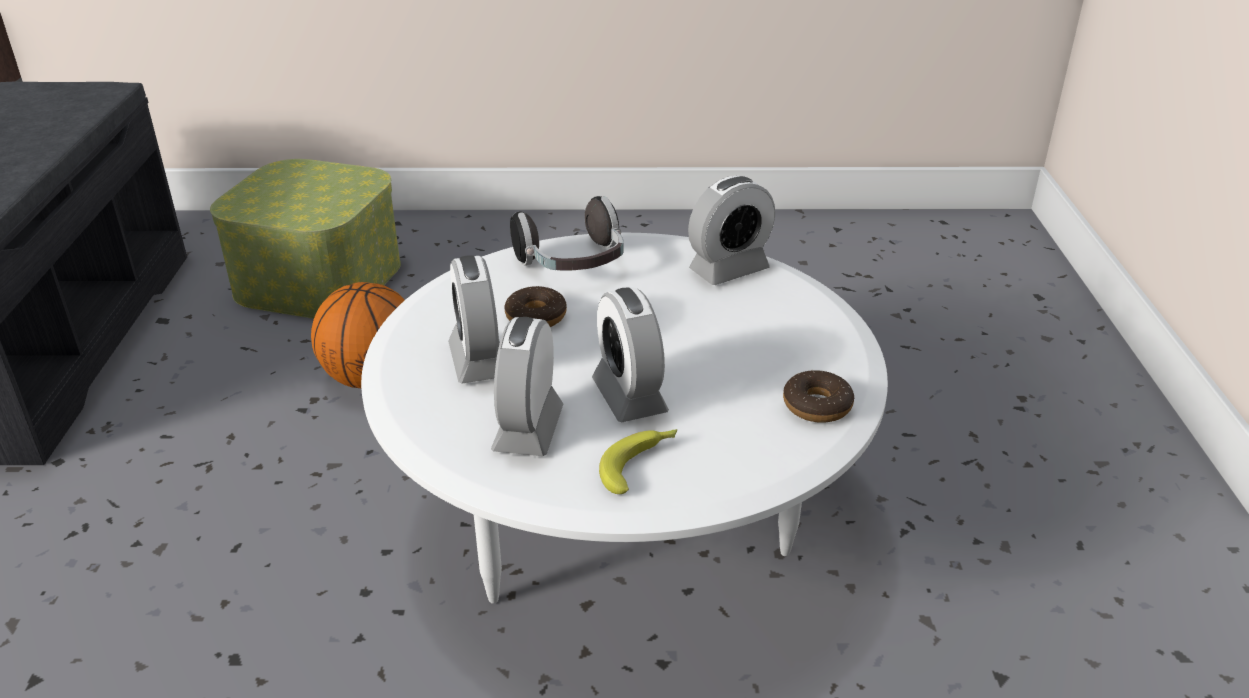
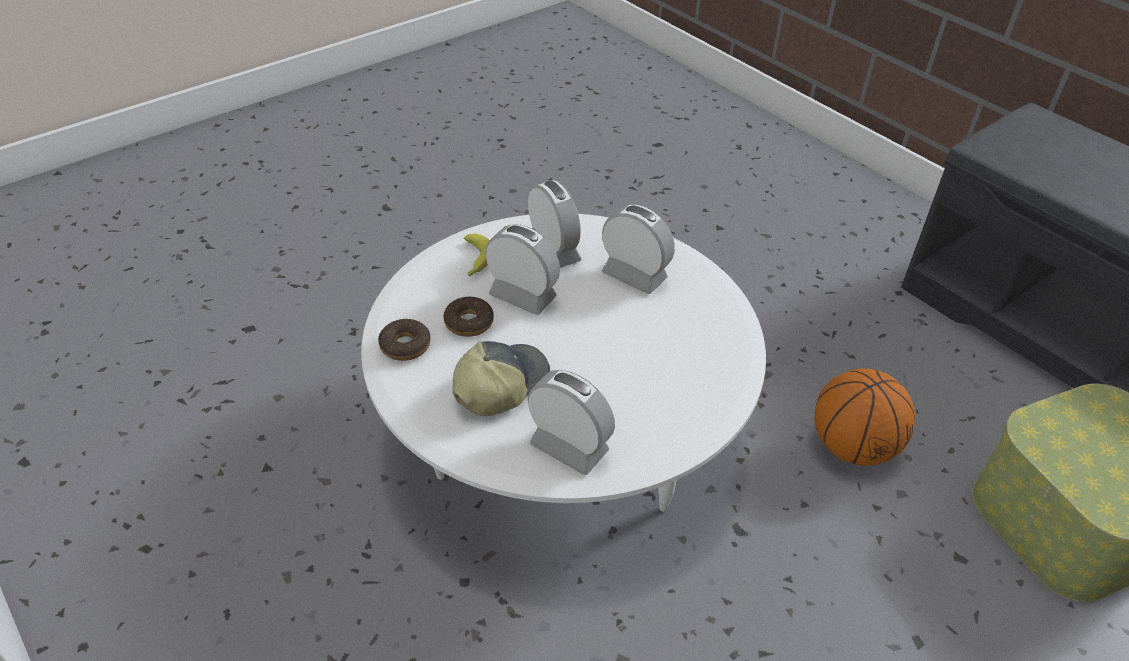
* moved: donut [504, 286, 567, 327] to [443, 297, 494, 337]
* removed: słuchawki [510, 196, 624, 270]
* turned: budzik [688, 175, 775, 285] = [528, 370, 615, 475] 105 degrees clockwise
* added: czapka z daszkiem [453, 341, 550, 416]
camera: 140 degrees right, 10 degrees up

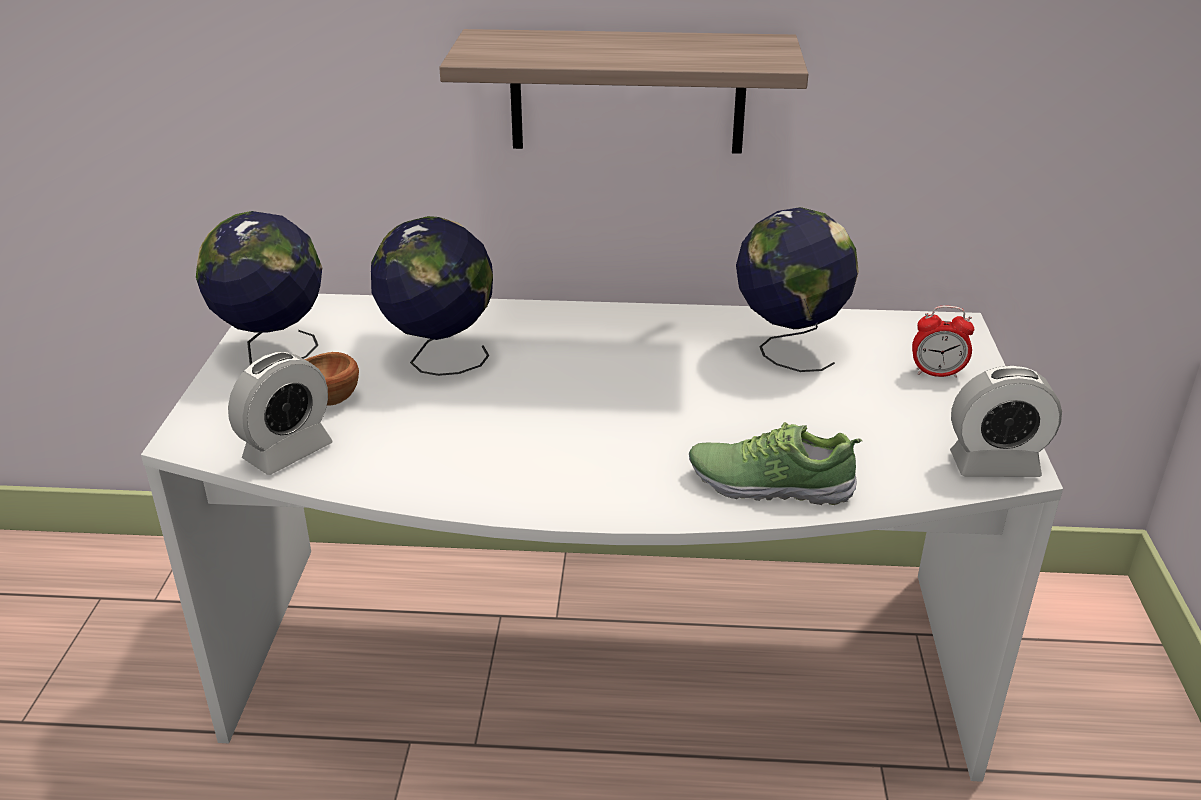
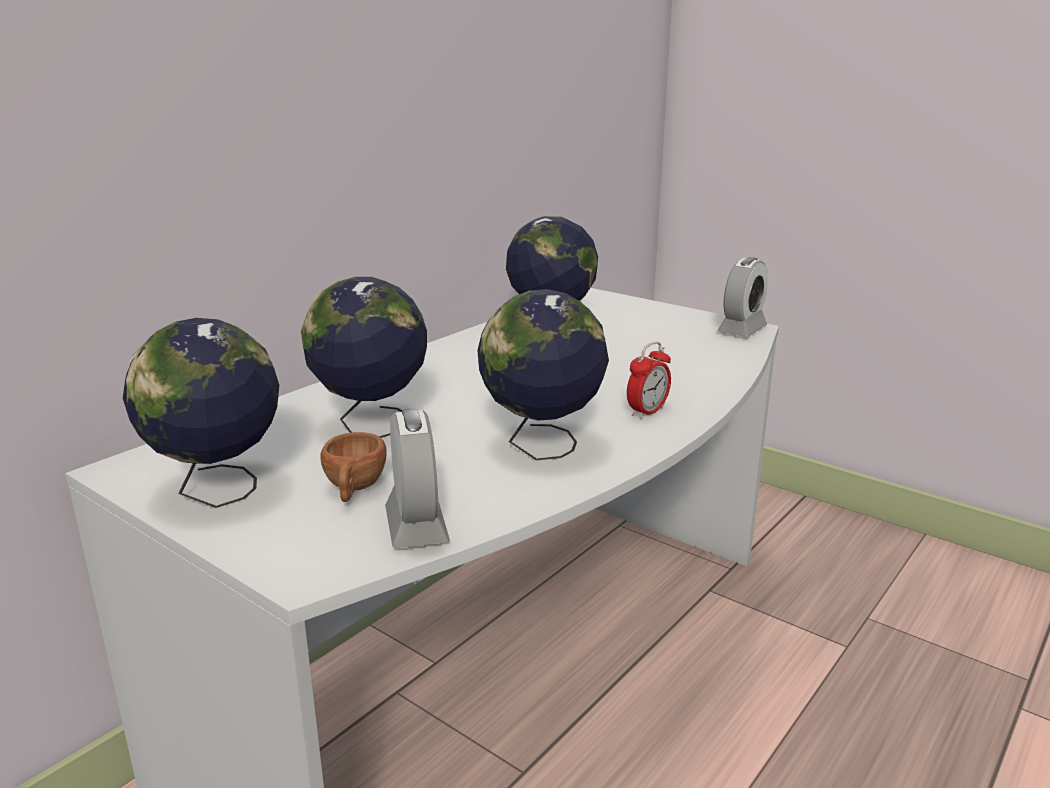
* removed: półka [439, 29, 808, 154]
* removed: but [689, 422, 862, 505]
* moved: budzik [912, 306, 974, 378] to [627, 342, 671, 419]
* added: globus [477, 289, 609, 460]
camera: 55 degrees left, 10 degrees down

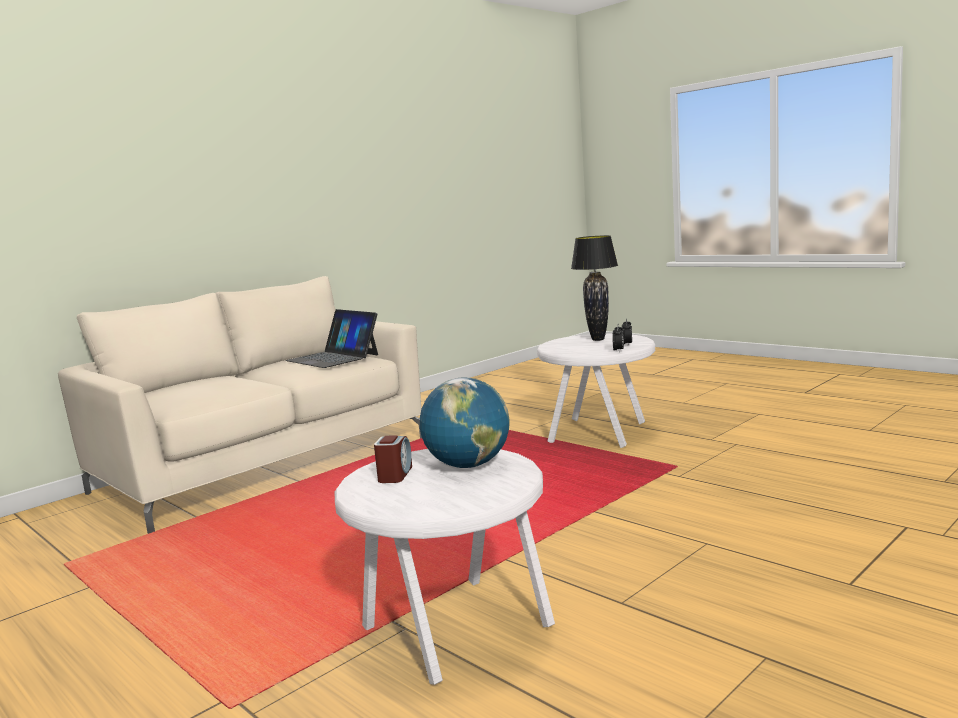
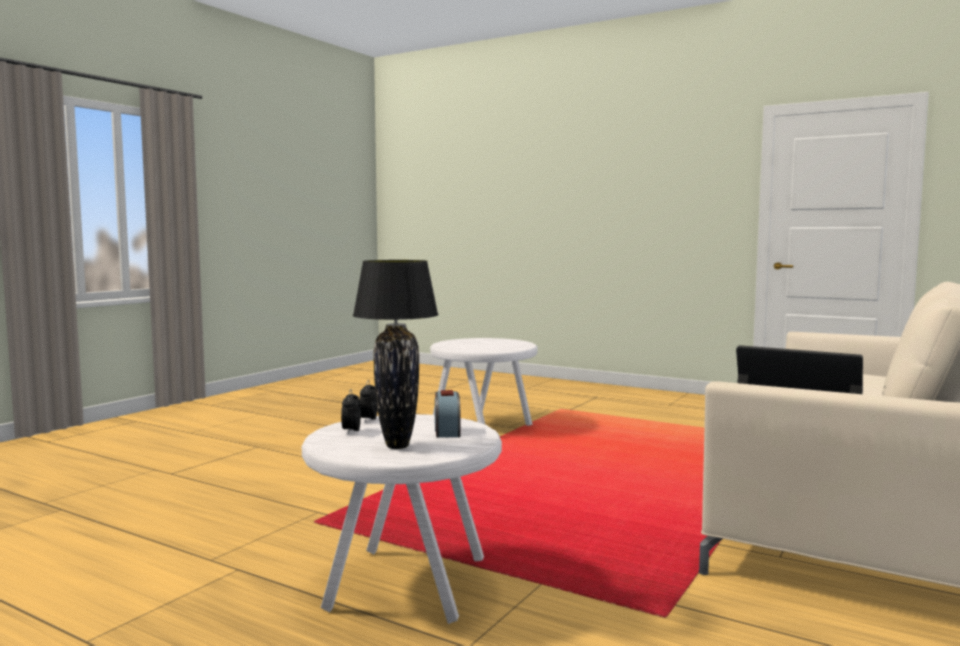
* moved: budzik [374, 435, 412, 483] to [435, 390, 461, 438]
* removed: globus [420, 377, 510, 468]
camera: 165 degrees right, 5 degrees down

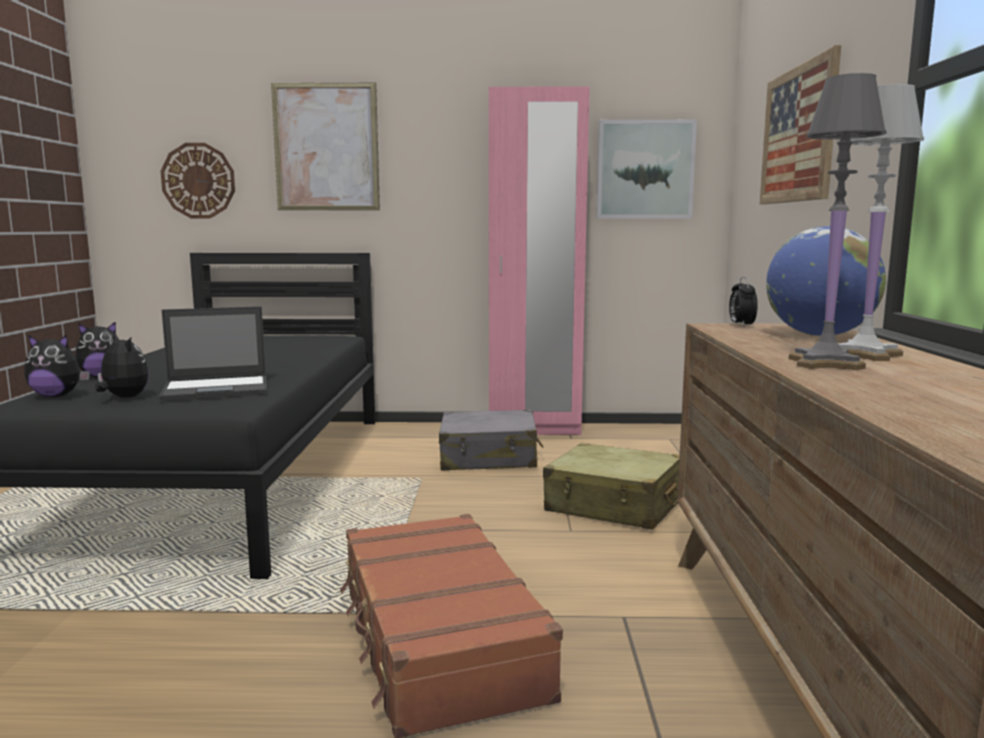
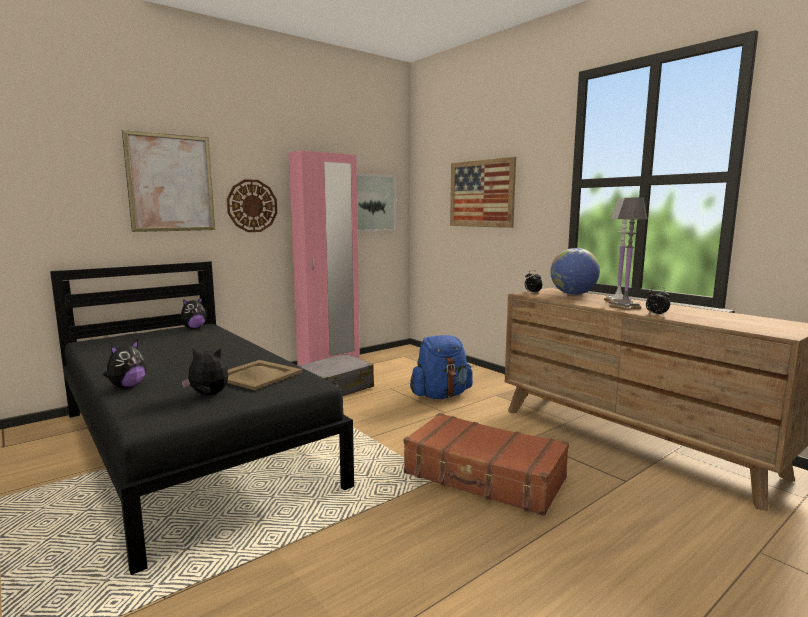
* moved: pluszak [24, 335, 90, 397] to [181, 297, 207, 329]
* replaced: laptop [159, 307, 267, 401] to taca (beżowy) [227, 360, 303, 390]
* moved: zegar ścienny [161, 143, 235, 219] to [227, 179, 277, 232]
* replaced: walizka (beżowy) [543, 443, 680, 530] to plecak (niebieski) [410, 335, 473, 399]
* added: budzik [646, 287, 670, 316]
camera: 40 degrees left, 0 degrees up

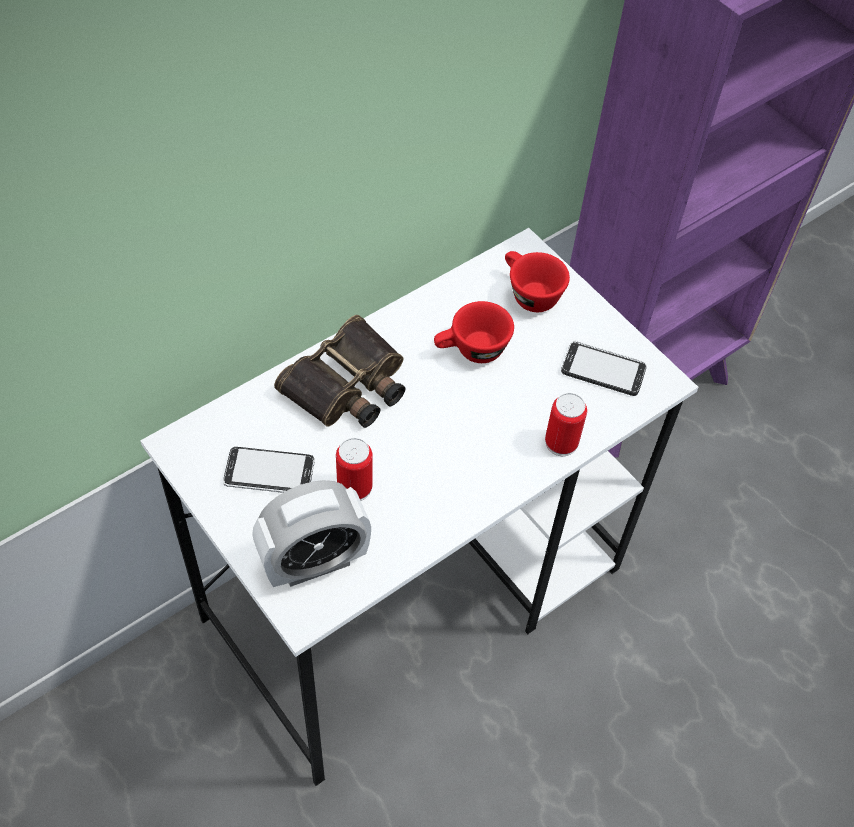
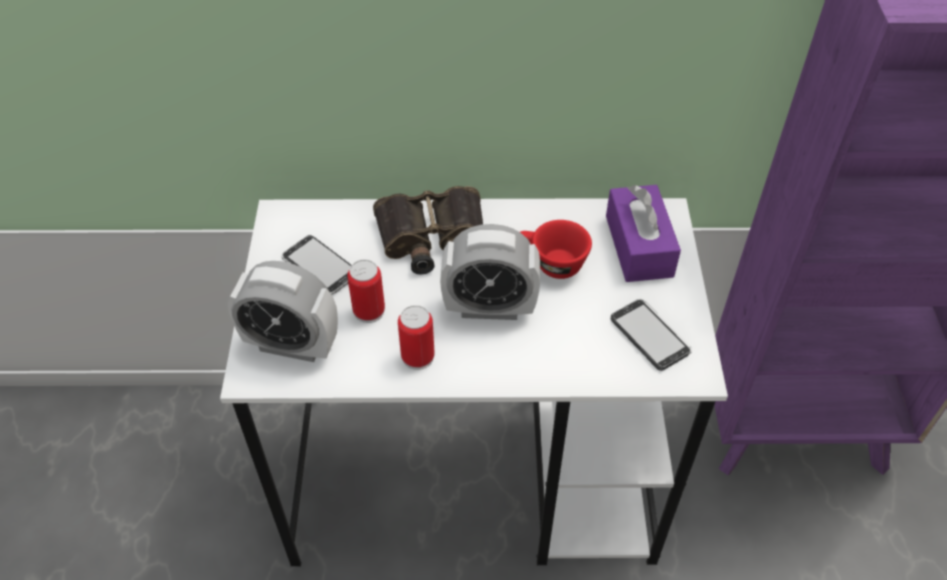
* replaced: filiżanka (czerwony) [505, 251, 570, 312] to pudełko chusteczek (fioletowy) [606, 185, 681, 282]
* moved: puszka [545, 393, 587, 456] to [398, 305, 434, 370]
* added: budzik [440, 224, 540, 320]
camera: 40 degrees right, 5 degrees down

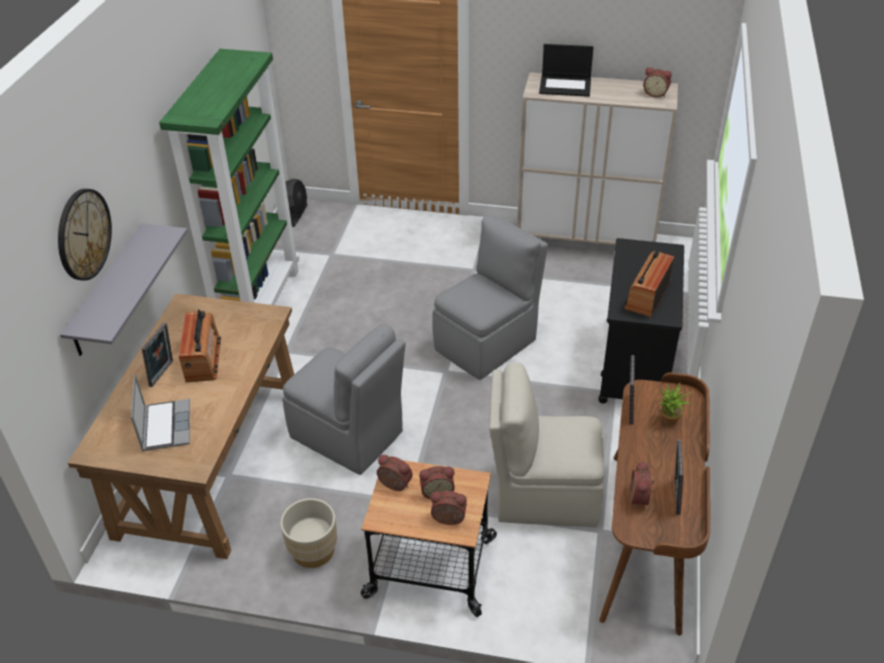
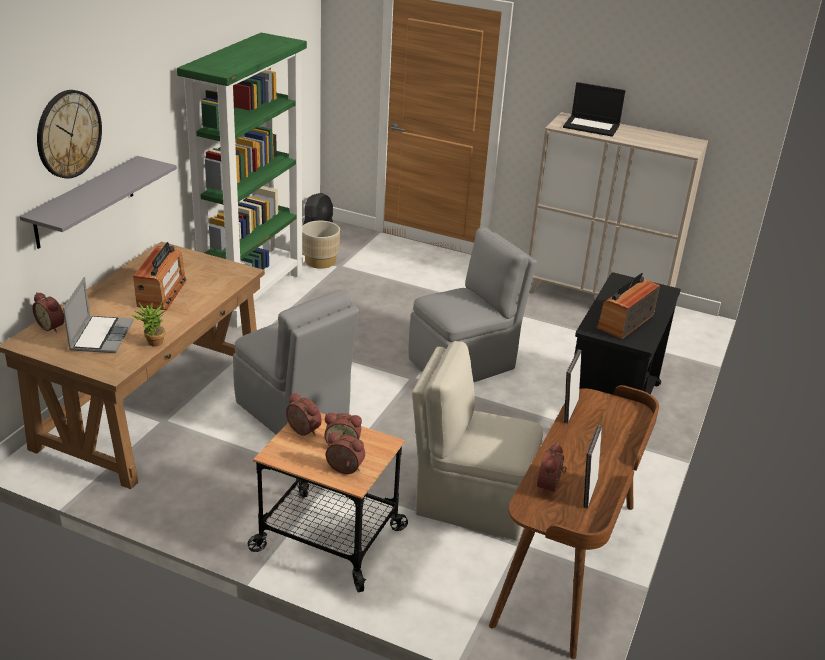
* removed: ramka na zdjęcie [142, 323, 173, 387]
* moved: donica (beżowy) [280, 498, 337, 568] to [302, 221, 340, 269]
* moved: budzik [643, 67, 672, 97] to [32, 292, 65, 333]
* moved: roślina doniczkowa [659, 383, 692, 425] to [132, 302, 166, 347]
camera: 10 degrees right, 10 degrees down

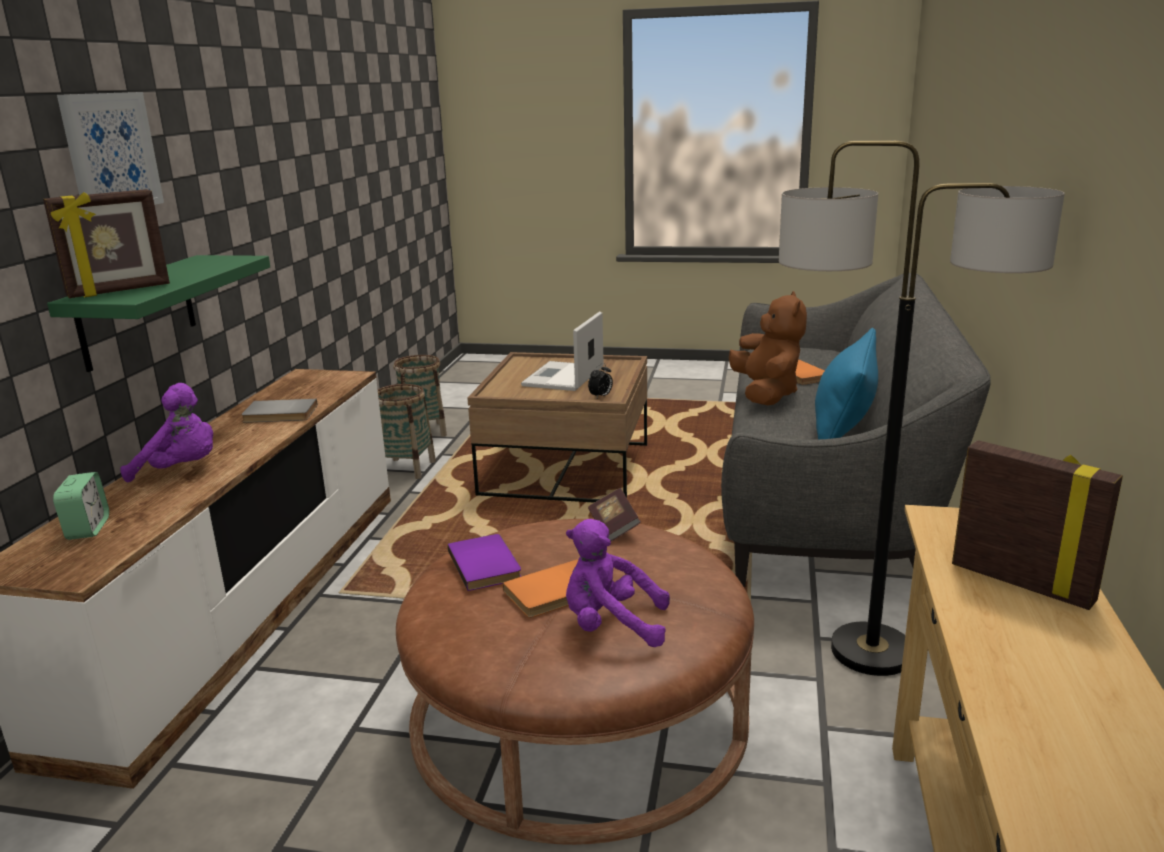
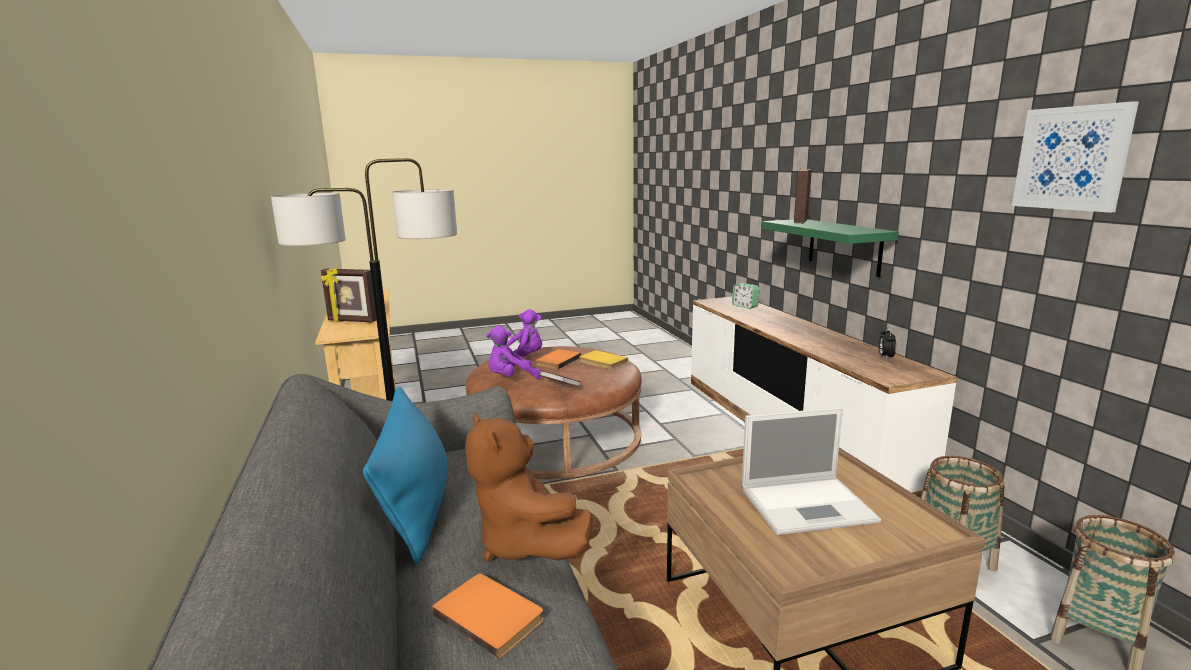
* moved: obraz [57, 92, 164, 205] to [1012, 101, 1139, 213]
* moved: pluszak (fioletowy) [120, 383, 213, 482] to [486, 326, 541, 379]
* removed: książka (szary) [241, 399, 318, 423]
* recoloured: książka (fioletowy) [448, 534, 521, 591] to książka (żółty) [579, 350, 628, 369]
* turned: laptop [521, 312, 604, 391] = [742, 407, 881, 535] 90 degrees clockwise
* moved: budzik [588, 363, 613, 398] to [879, 327, 896, 360]
camera: 150 degrees right, 5 degrees down

